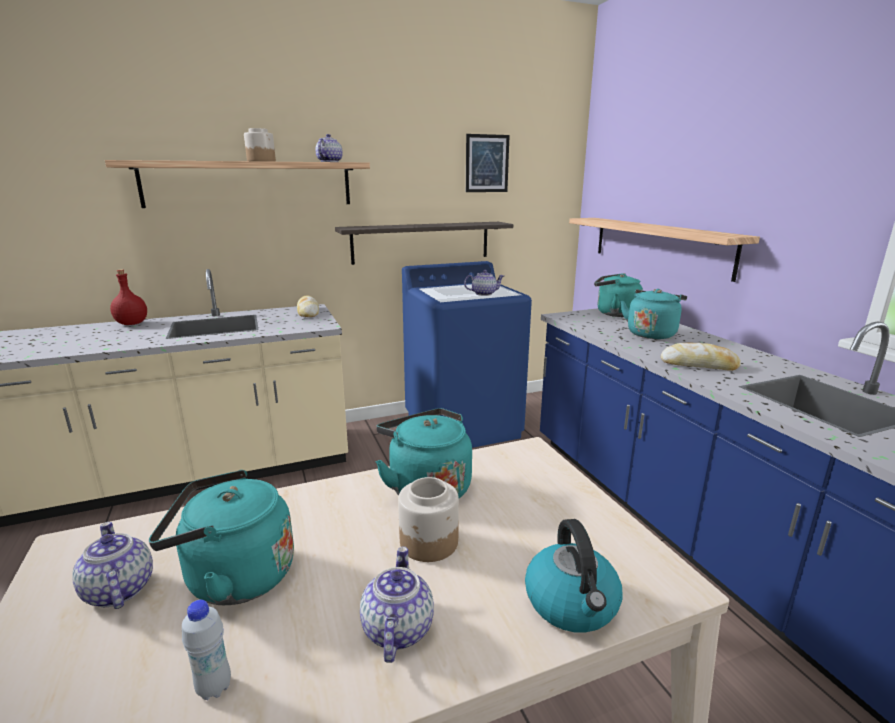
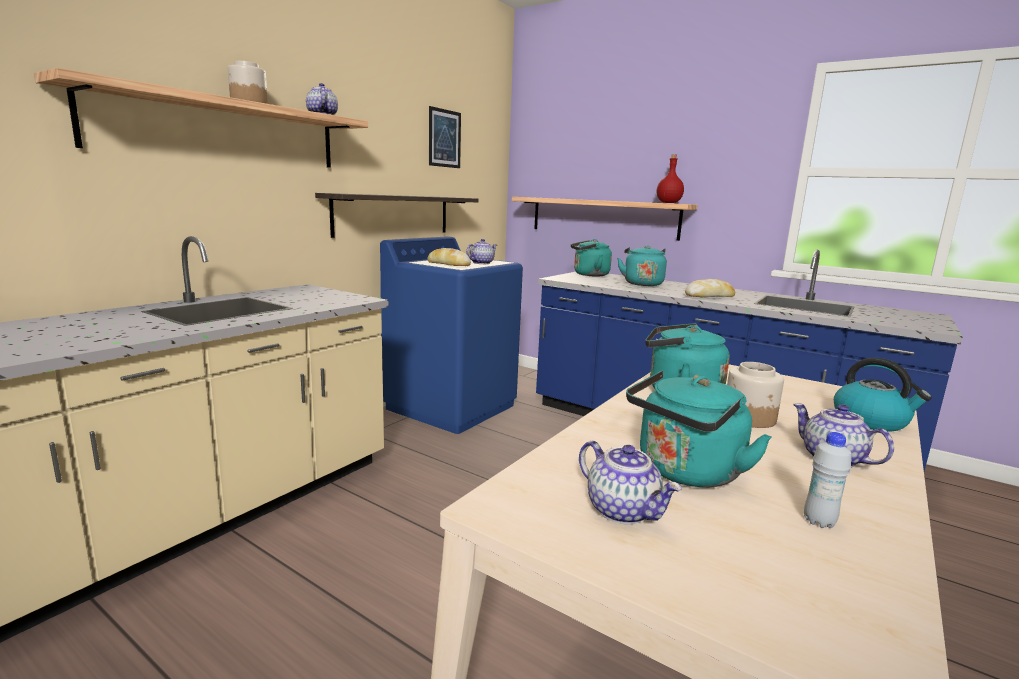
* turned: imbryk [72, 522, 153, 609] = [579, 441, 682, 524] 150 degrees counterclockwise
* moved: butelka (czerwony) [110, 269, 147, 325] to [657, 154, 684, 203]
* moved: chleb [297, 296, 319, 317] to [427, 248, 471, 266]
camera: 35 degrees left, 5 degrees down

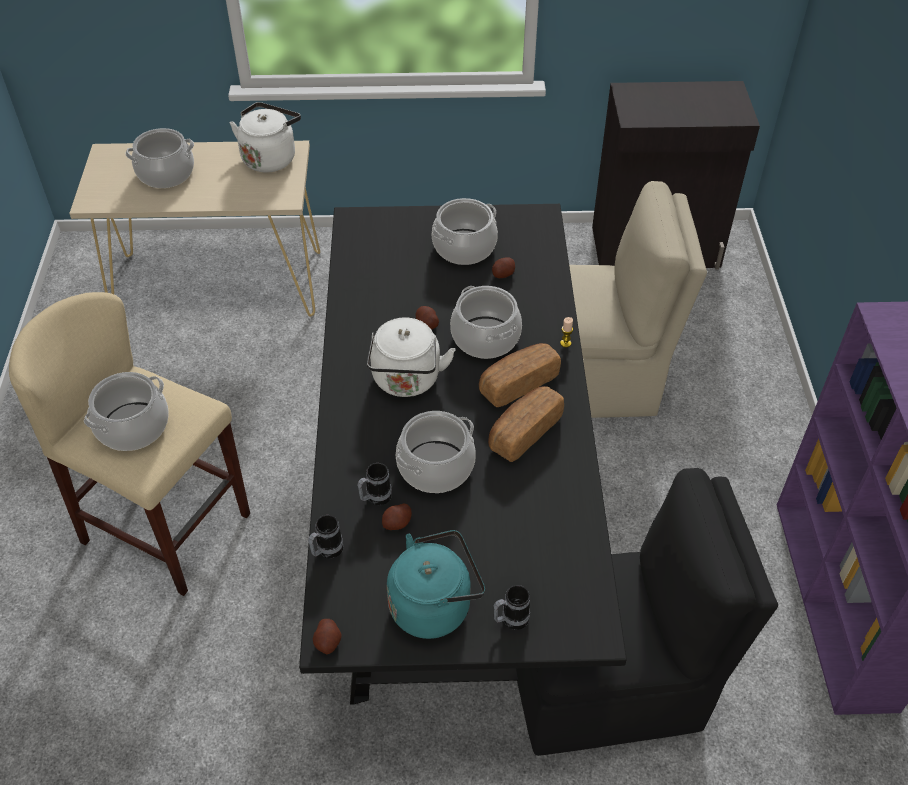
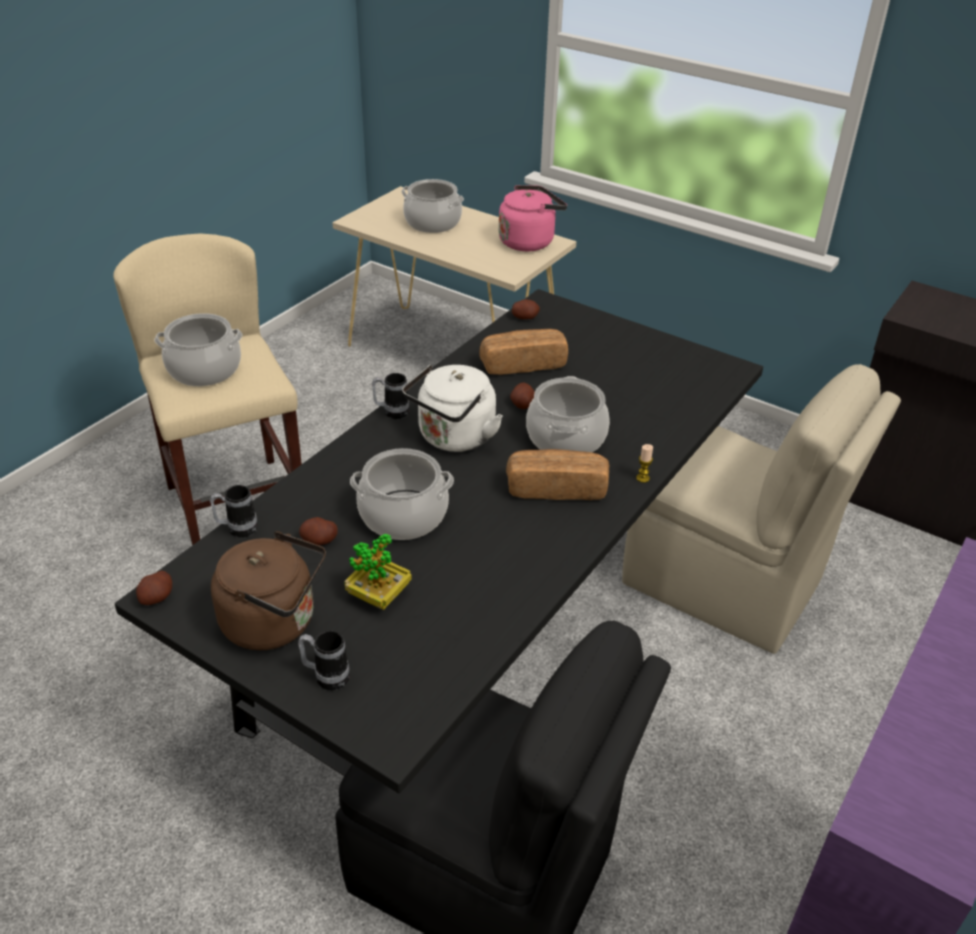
* recoloured: czajnik (biały) [230, 102, 301, 172] to czajnik (różowy) [499, 185, 567, 251]
* moved: kubek [357, 463, 392, 506] to [372, 373, 409, 419]
* recoloured: czajnik (turkusowy) [387, 530, 485, 639] to czajnik (brązowy) [211, 531, 326, 650]
* removed: garnek [432, 198, 498, 265]
* moved: chleb [488, 386, 564, 462] to [480, 329, 568, 375]
* moved: ziemniak [492, 257, 515, 278] to [512, 299, 540, 319]
* added: roślina doniczkowa [344, 534, 412, 610]
camera: 35 degrees right, 10 degrees down

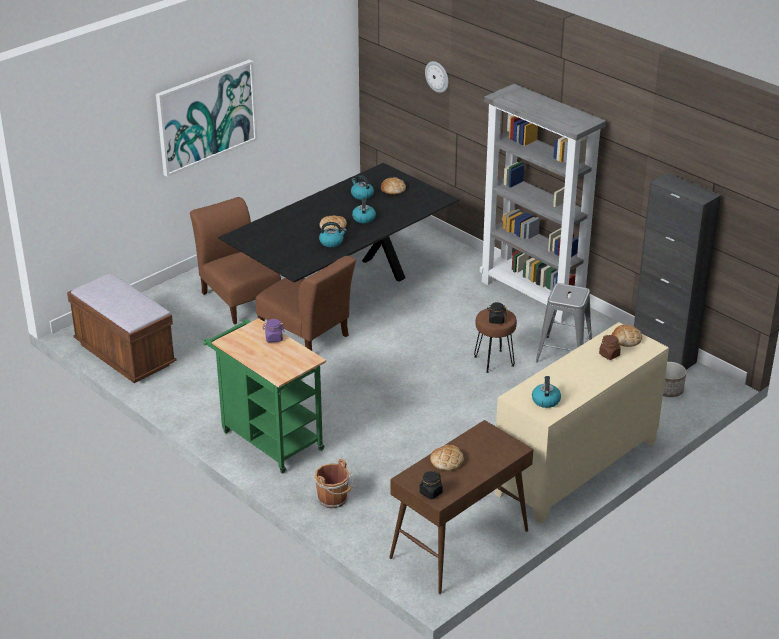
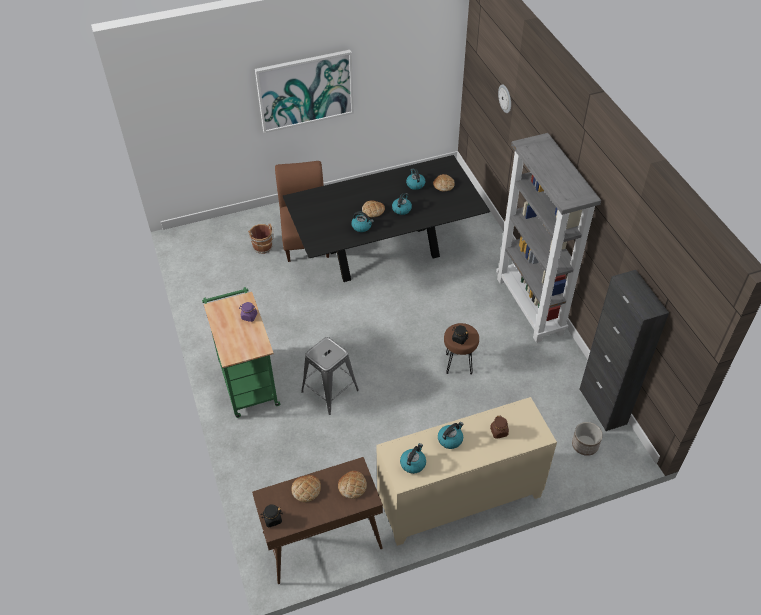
* removed: ławka (brązowy) [67, 273, 177, 383]
* removed: krzesło (brązowy) [255, 256, 356, 351]
* moved: wiadro (brązowy) [314, 459, 353, 508] to [248, 224, 274, 254]
* moved: stołek (szary) [536, 283, 592, 362] to [301, 337, 359, 415]
* moved: chleb [612, 324, 642, 347] to [338, 471, 367, 499]
* added: czajnik [438, 422, 464, 449]
camera: 25 degrees right, 15 degrees up

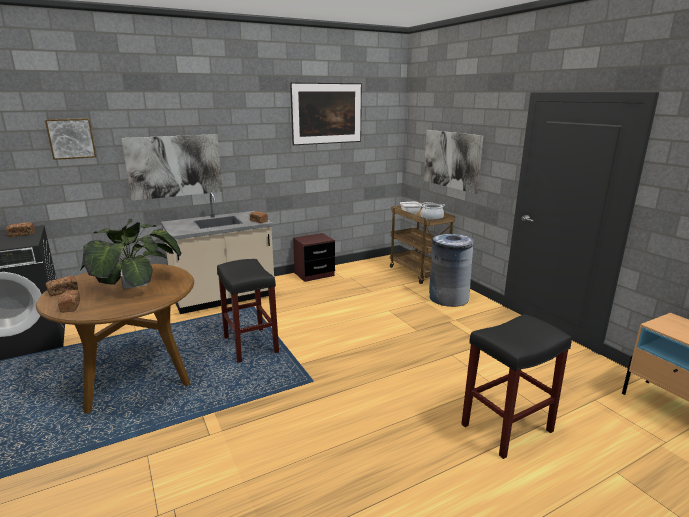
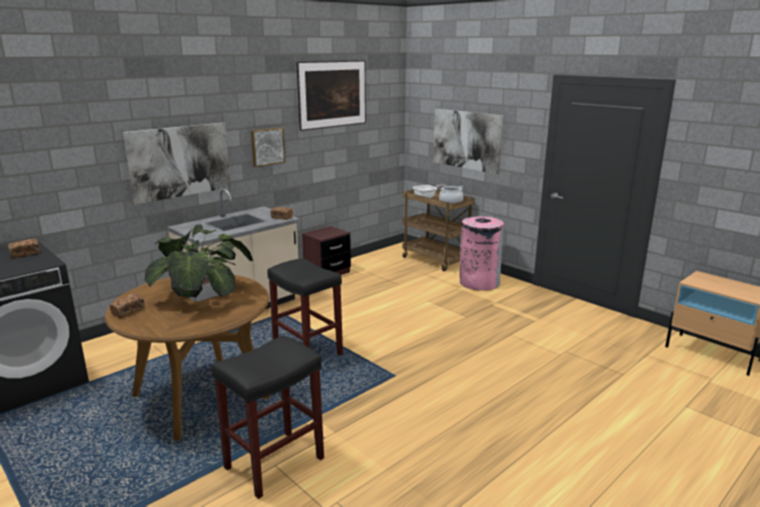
* moved: obraz [45, 118, 96, 160] to [251, 127, 285, 167]
* removed: chleb [58, 290, 80, 313]
* recoloured: kosz na śmieci (szary) [429, 234, 474, 307] to kosz na śmieci (różowy) [459, 216, 504, 291]
* moved: stołek (czarny) [461, 314, 572, 459] to [212, 335, 324, 499]
camera: 15 degrees left, 0 degrees up

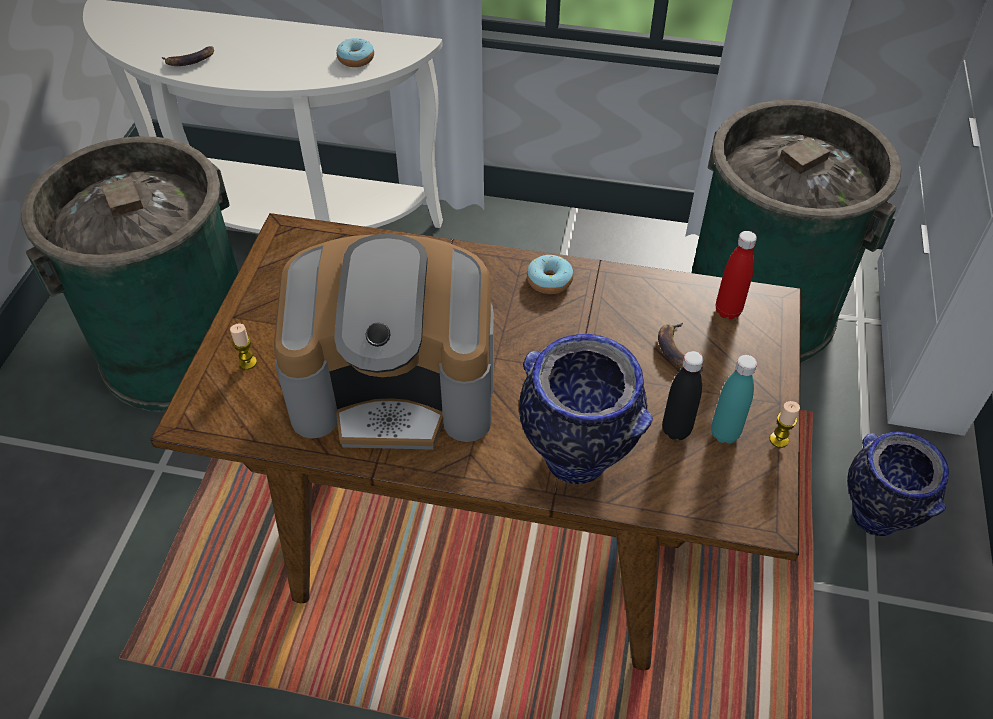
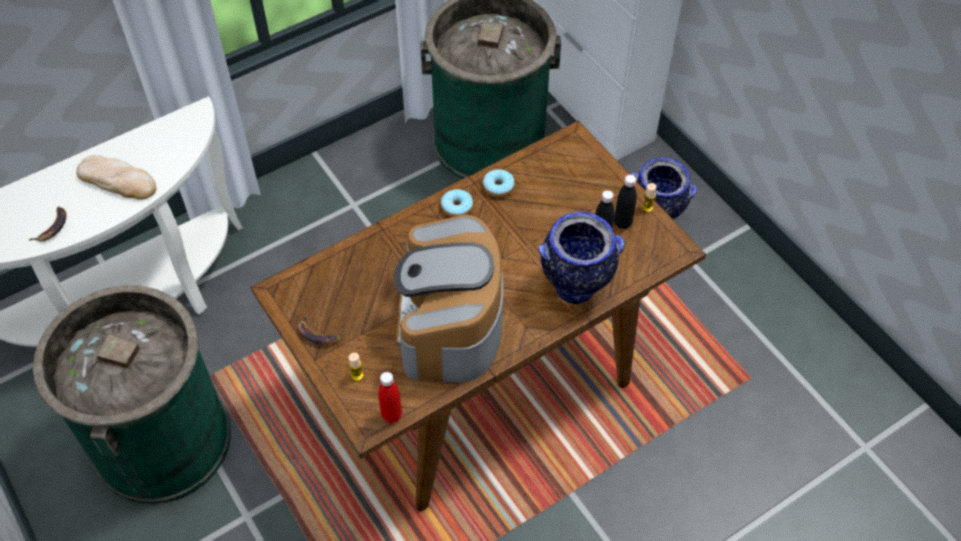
* turned: ekspres do kawy [274, 234, 494, 450] = [394, 214, 503, 382] 135 degrees clockwise
* moved: donut [337, 38, 374, 67] to [483, 169, 515, 197]
* moved: banan [658, 322, 703, 372] to [298, 315, 342, 344]
* recoloured: butelka (turkusowy) [711, 355, 757, 444] to butelka (czarny) [614, 175, 637, 229]
* moved: butelka (czerwony) [716, 231, 757, 319] to [378, 372, 402, 424]
* added: chleb [76, 155, 156, 200]
camera: 45 degrees left, 5 degrees up

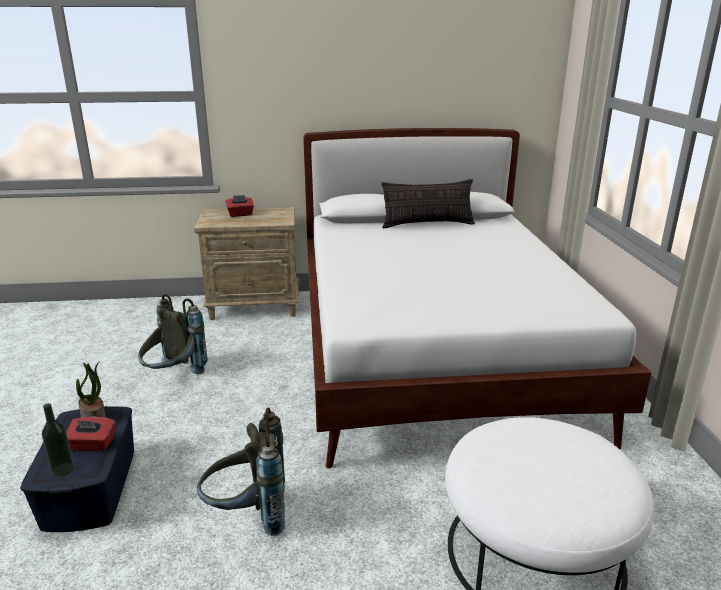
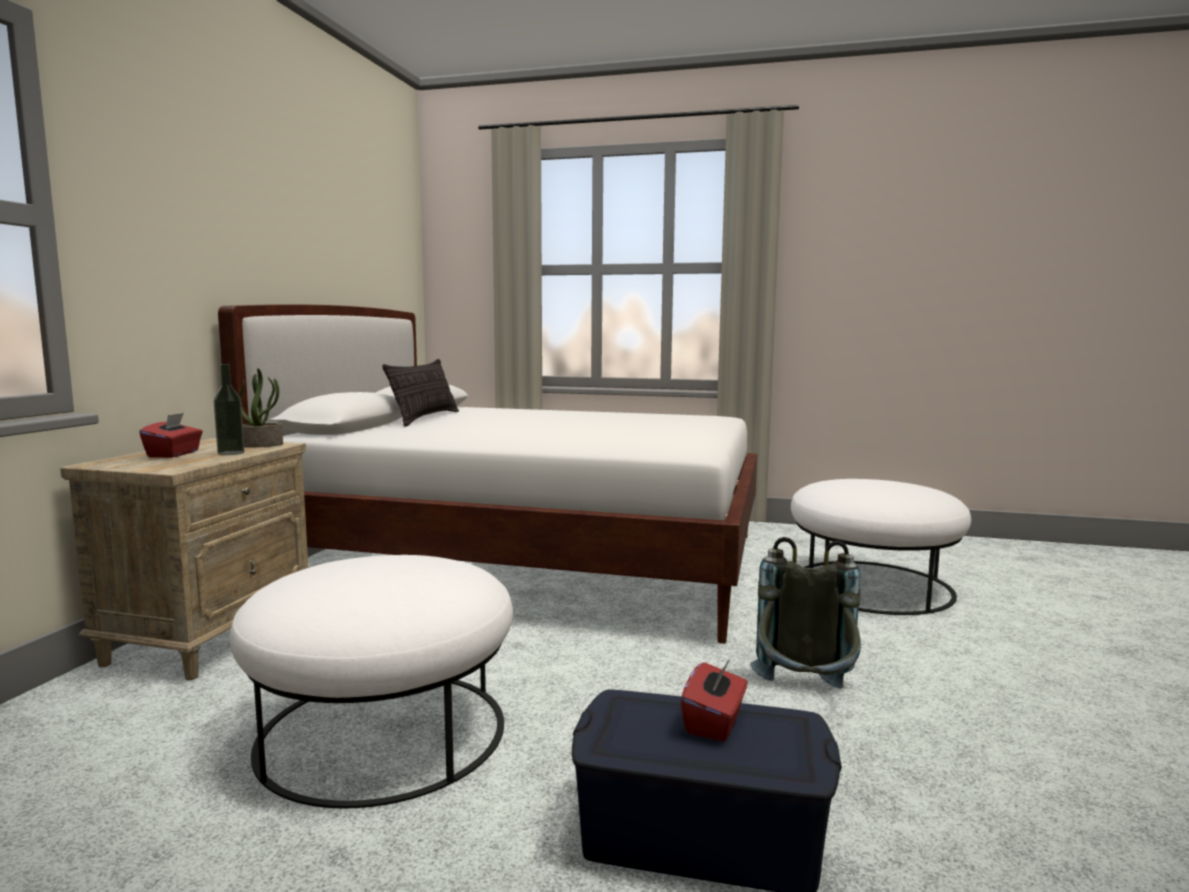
* moved: butelka [42, 403, 74, 476] to [214, 364, 244, 455]
* moved: roślina doniczkowa [76, 361, 106, 418] to [239, 368, 283, 448]
* replaced: plecak (szary) [138, 294, 208, 374] to pufa (biały) [230, 555, 513, 808]
camera: 70 degrees left, 15 degrees down

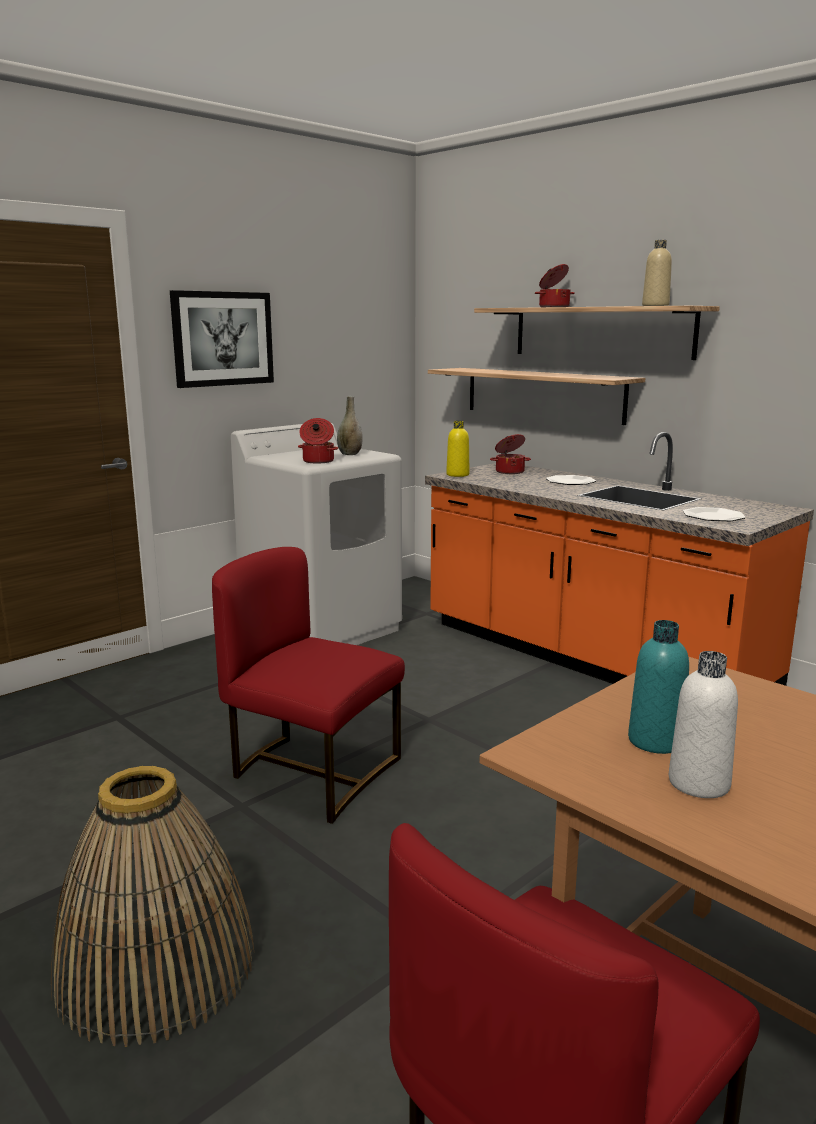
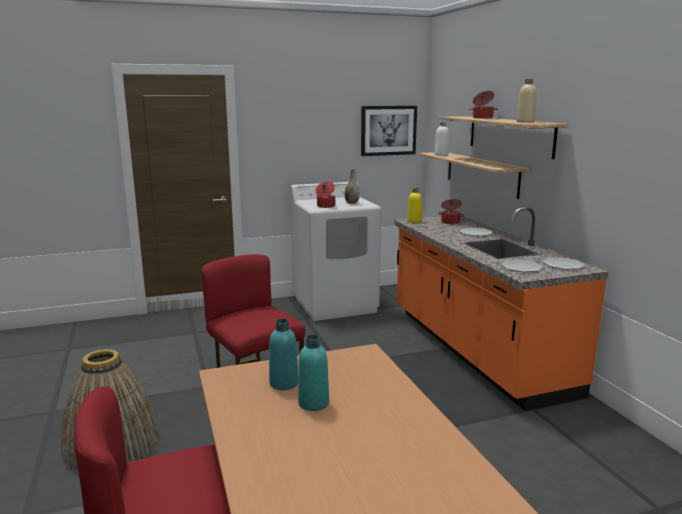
* moved: obraz [170, 290, 274, 388] to [361, 106, 417, 156]
* moved: butelka (biały) [669, 651, 738, 798] to [434, 122, 449, 156]
* added: butelka (turkusowy) [298, 334, 329, 411]
* added: talerz [542, 258, 585, 269]
camera: 25 degrees right, 0 degrees up

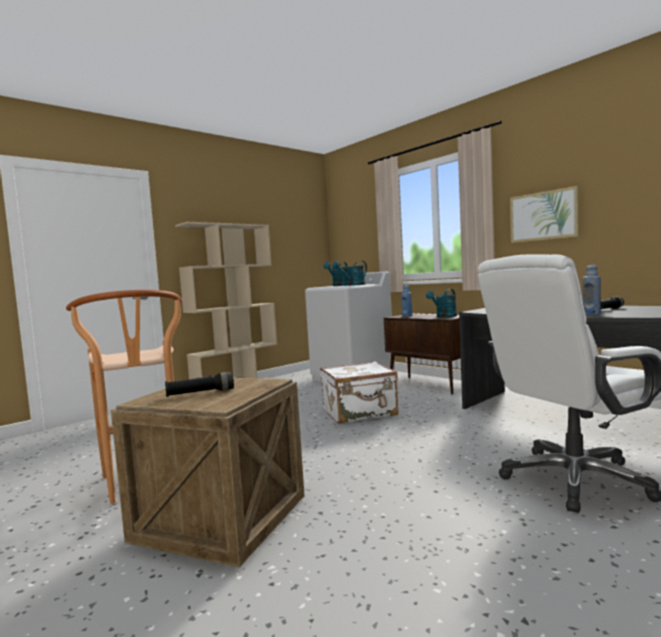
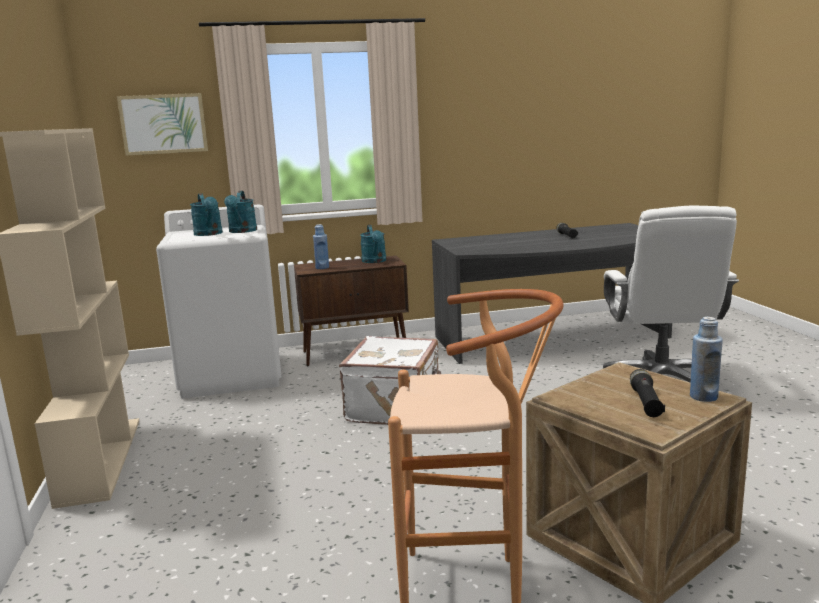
* moved: obraz [510, 186, 579, 243] to [117, 93, 208, 156]
* moved: butelka (niebieski) [583, 265, 601, 314] to [690, 317, 723, 402]
camera: 60 degrees left, 10 degrees up

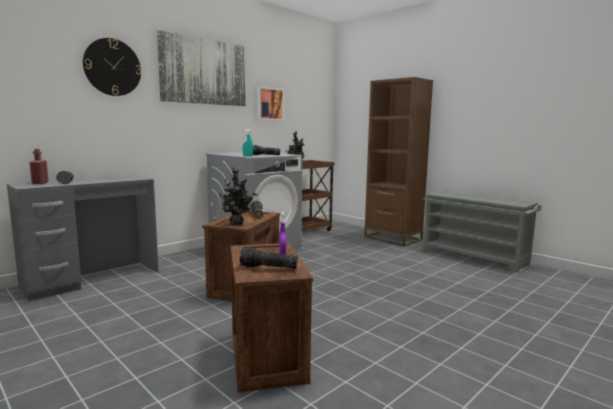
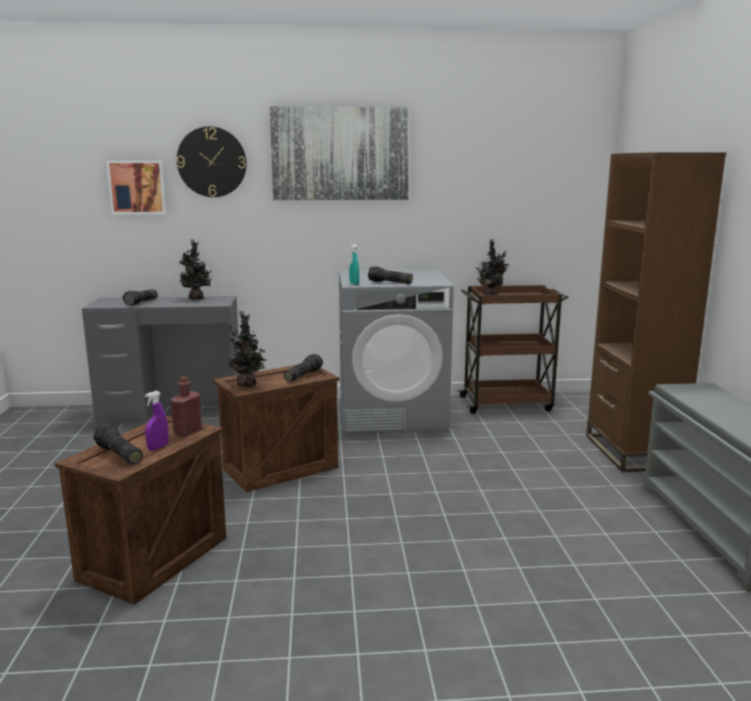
* moved: butelka (czerwony) [29, 149, 48, 184] to [170, 376, 202, 436]
* moved: obraz [257, 87, 284, 120] to [106, 161, 167, 214]
* added: roślina doniczkowa [179, 239, 212, 300]
camera: 40 degrees right, 5 degrees up

